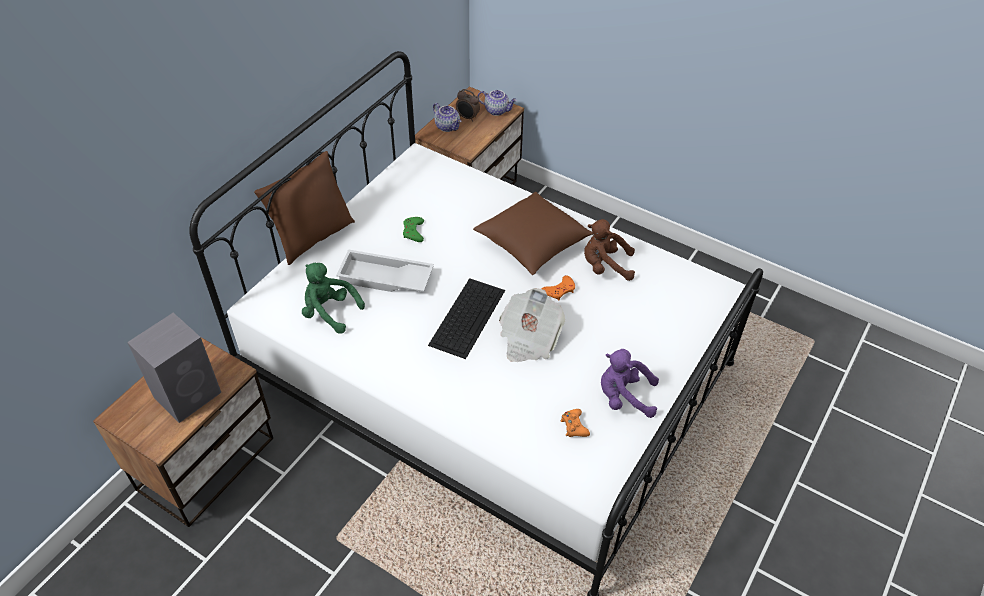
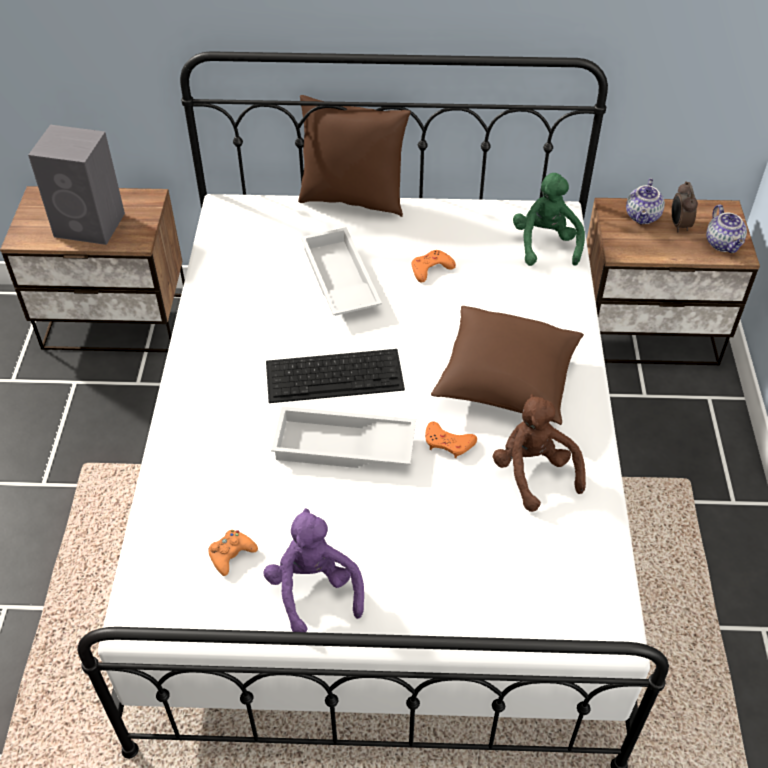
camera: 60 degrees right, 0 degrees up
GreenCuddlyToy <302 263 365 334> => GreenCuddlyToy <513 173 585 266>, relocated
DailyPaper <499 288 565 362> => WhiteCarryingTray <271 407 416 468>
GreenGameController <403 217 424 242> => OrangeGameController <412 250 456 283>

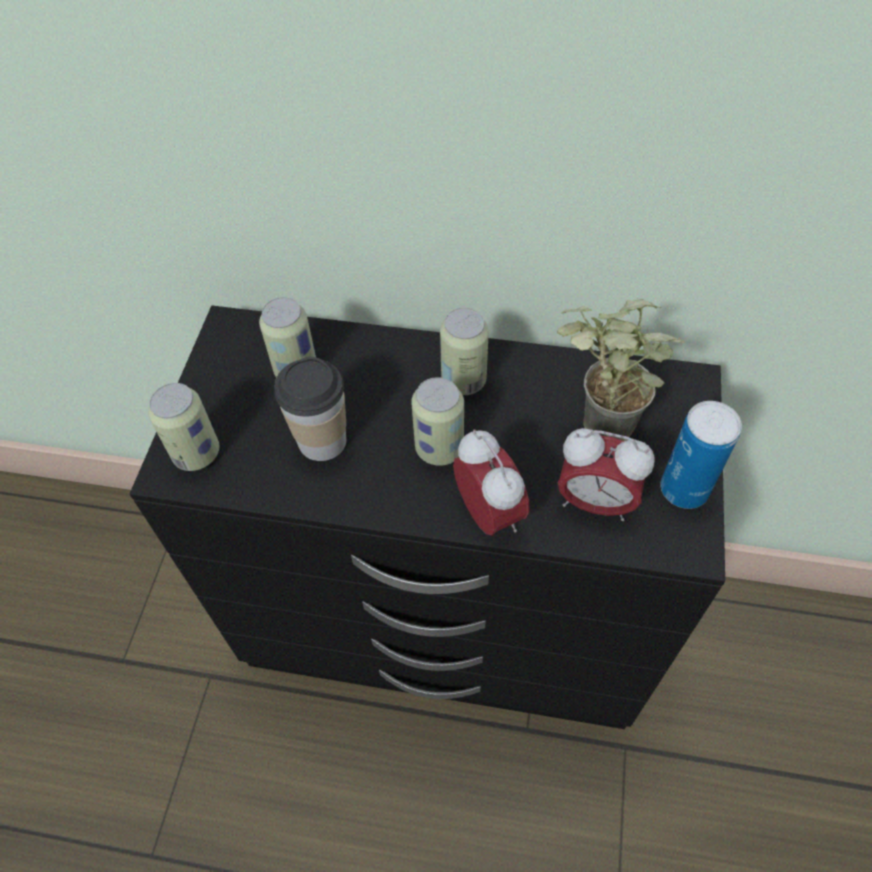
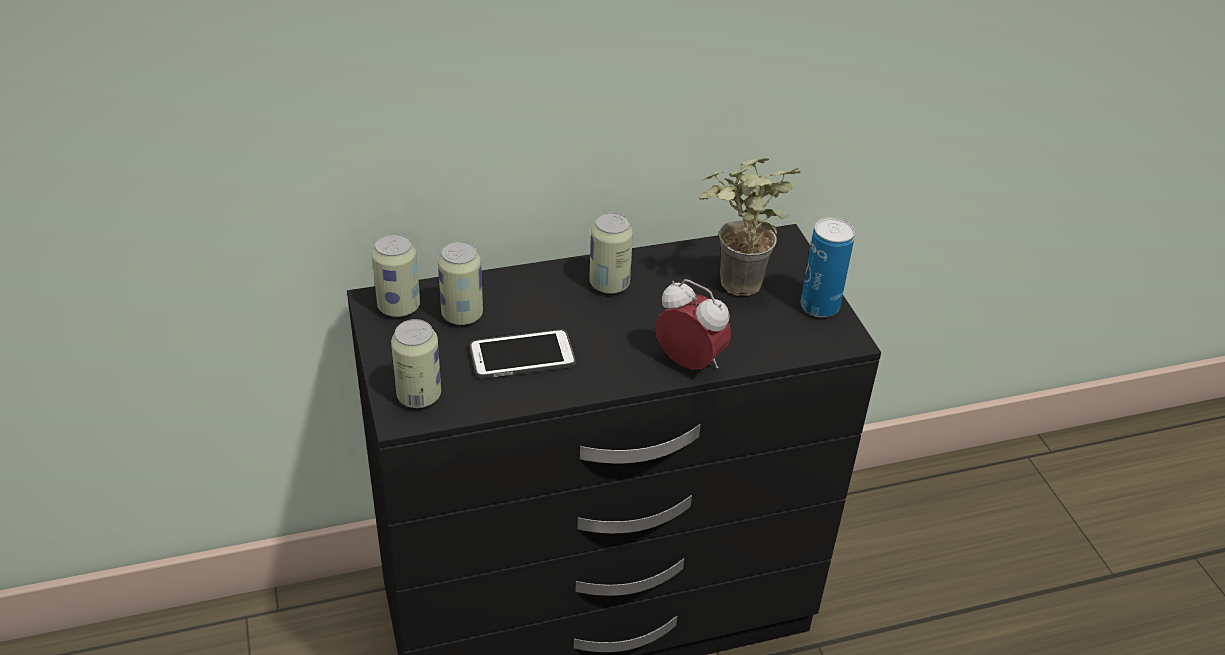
camera: 30 degrees left, 15 degrees down
BedsideClock <558 428 654 521> => nothing
Can <411 377 464 466> => Can <372 234 420 317>, relocated
DrinkingCup <274 357 346 461> => Handset <470 329 576 379>

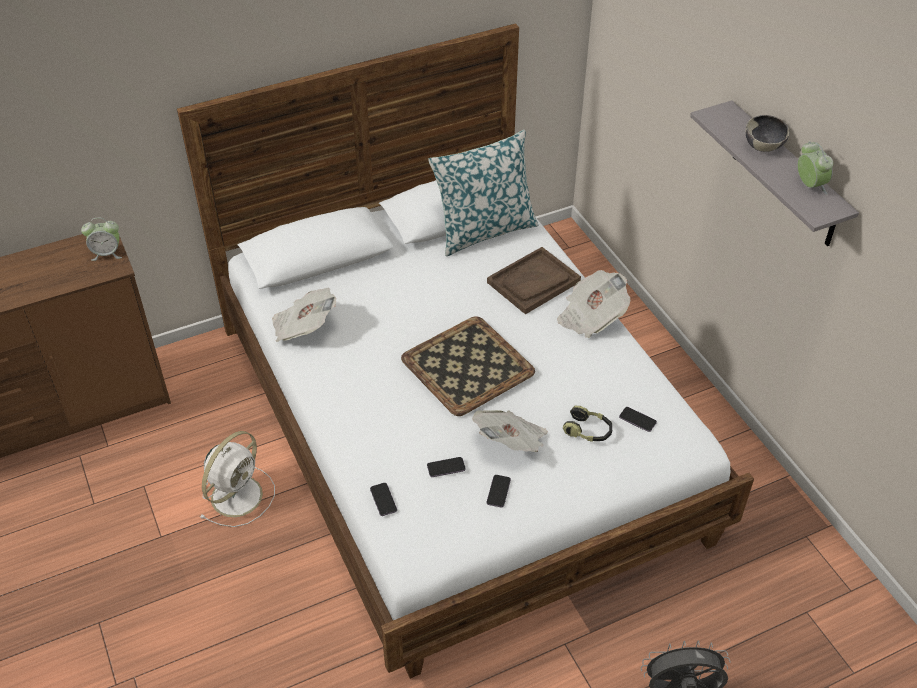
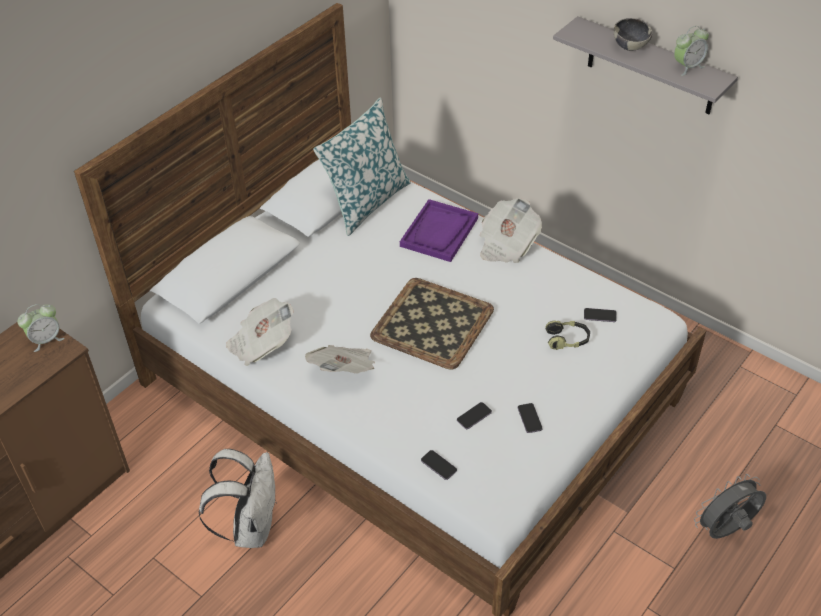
camera: 25 degrees left, 0 degrees up
DailyPaper <472 410 548 452> => DailyPaper <305 345 375 373>, relocated
WhiteCoolingFan <200 431 275 527> => WhiteBackpack <199 449 277 548>
BrownishCarryingTray <487 247 581 314> => PurpleColouredCarryingTray <400 199 478 262>
BedsideClock <797 141 833 195> => BedsideClock <674 26 709 76>, 105 degrees clockwise

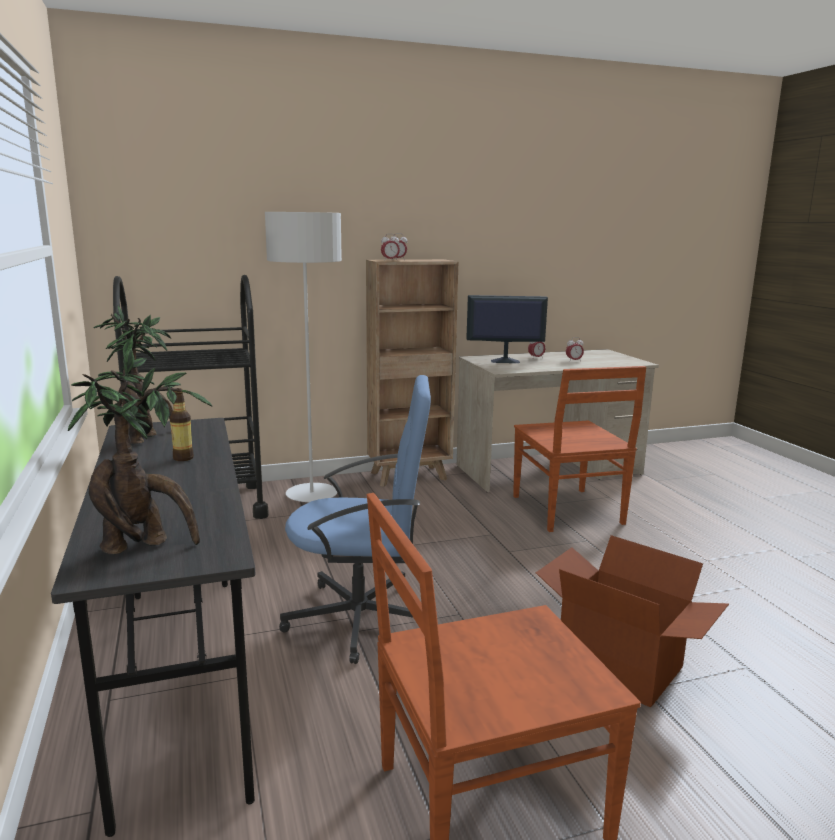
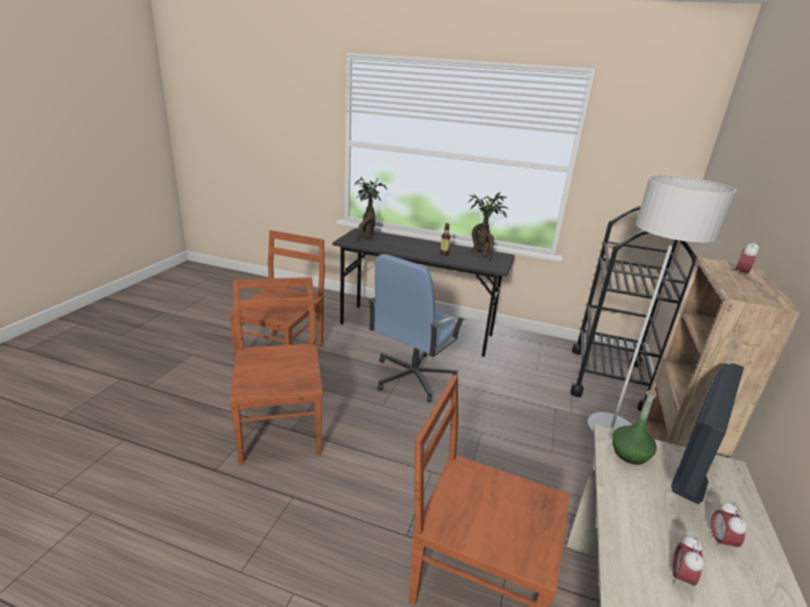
camera: 125 degrees right, 10 degrees up
BedsideClock <381 234 400 261> => nothing
nothing => GreenDrinkBottle <612 389 657 465>
Carton <536 535 729 708> => BrownishChair <229 277 323 464>

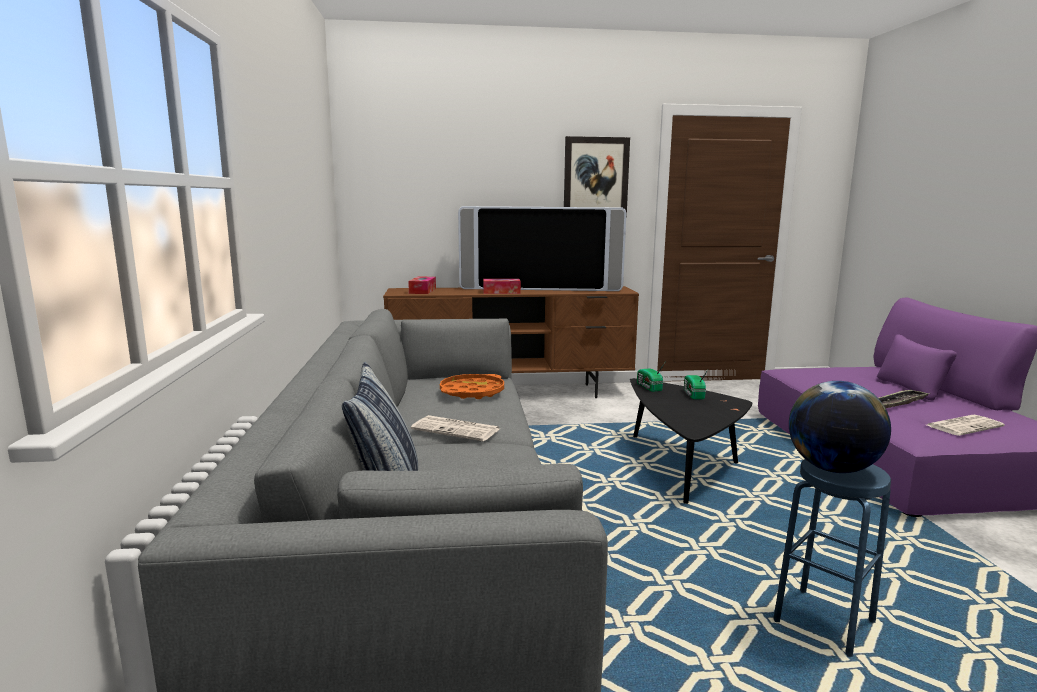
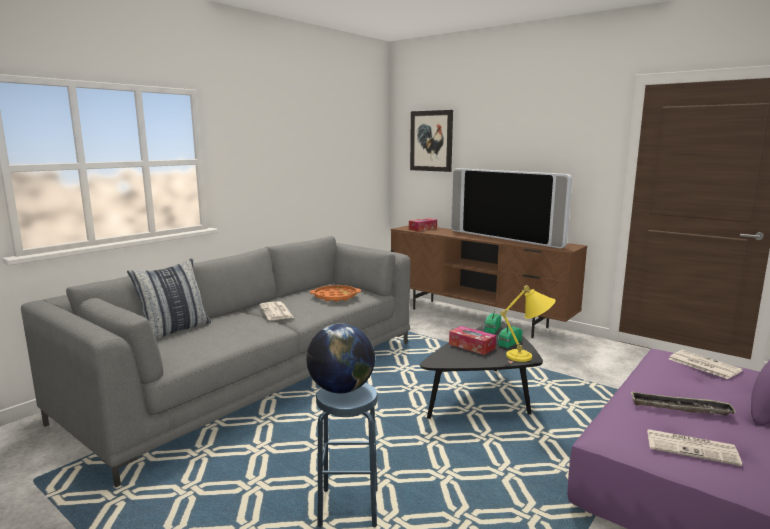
camera: 45 degrees right, 0 degrees up
nothing => YellowColouredTabletopLamp <501 285 555 362>
nothing => DailyPaper <669 350 743 379>
TissueBox <483 279 521 294> => TissueBox <449 326 496 355>, relocated
WallArt <564 136 630 218> => WallArt <410 110 453 172>, relocated

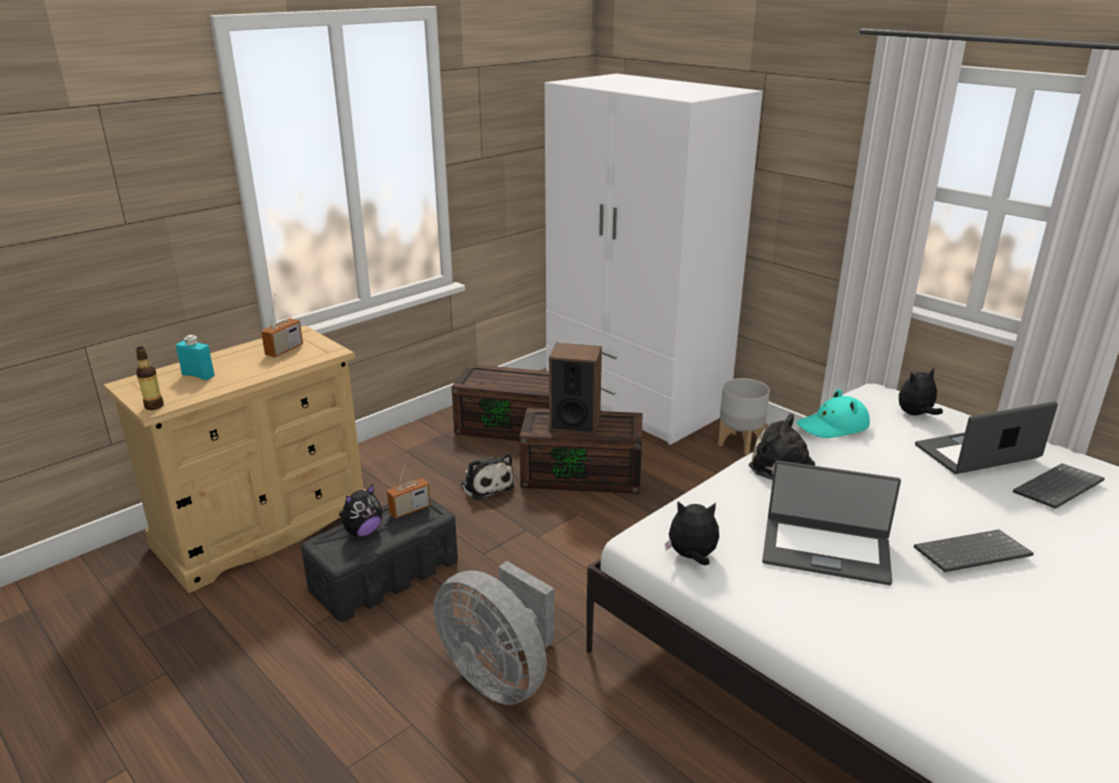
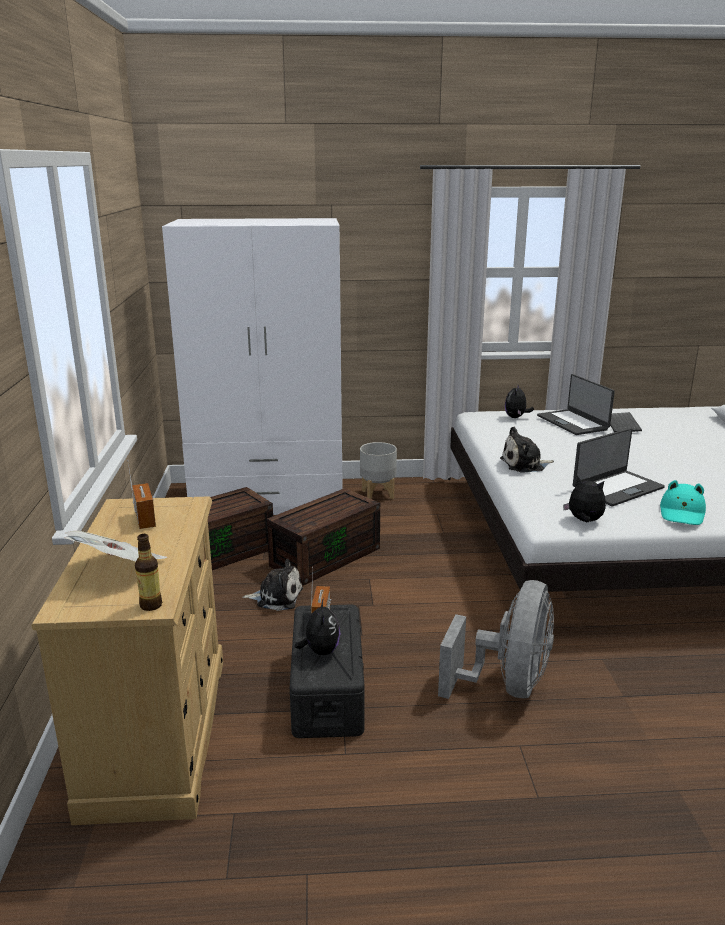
camera: 50 degrees left, 5 degrees down
Loudspeaker <549 343 602 435> => nothing
ComputerKeyboard <914 530 1034 572> => nothing
BlueGreenClothingHat <797 389 870 438> => BlueGreenClothingHat <660 480 706 525>, relocated
BlueGreenDrinkBottle <176 335 215 380> => DailyPaper <64 531 167 562>
GreyCoolingFan <434 561 554 705> => GreyCoolingFan <438 580 554 699>, 60 degrees counterclockwise
CuddlyToy <665 501 719 565> => CuddlyToy <563 476 606 522>, 75 degrees clockwise
NotebookComputer <915 402 1058 474> => NotebookComputer <537 374 615 435>, 45 degrees counterclockwise

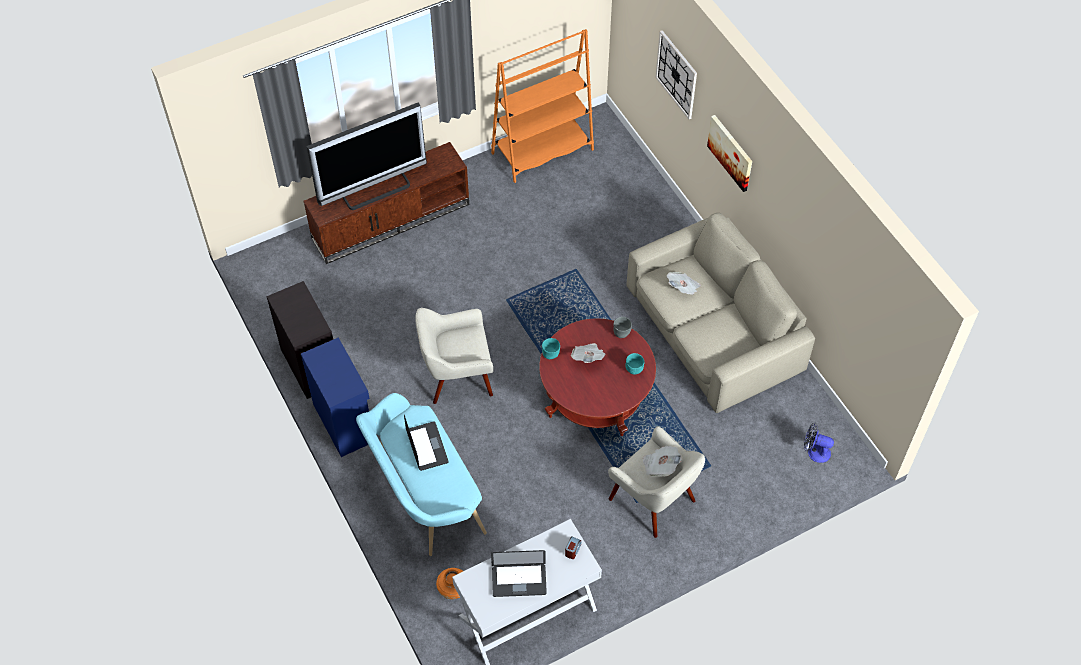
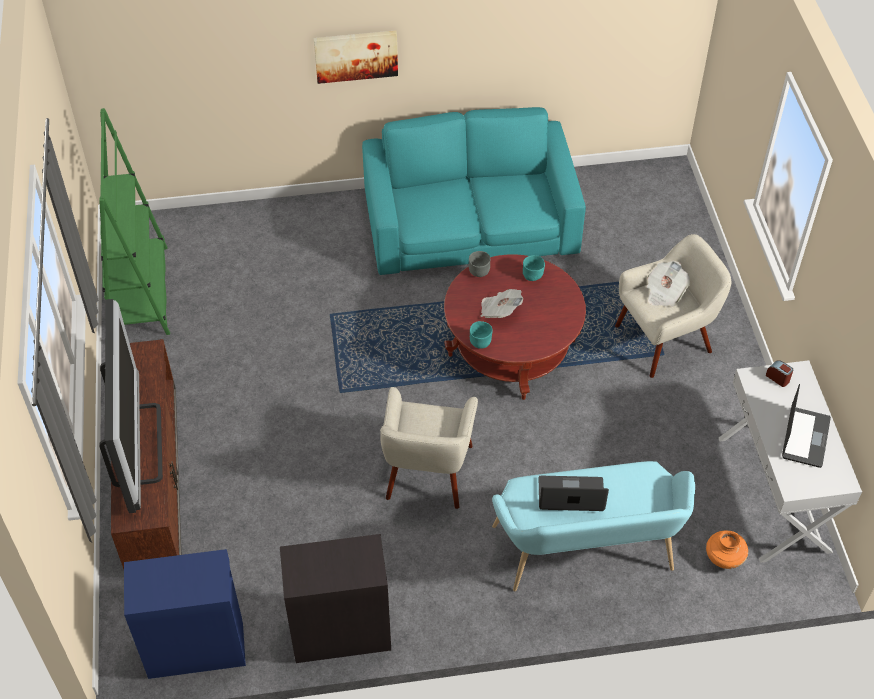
camera: 70 degrees left, 5 degrees down
WallClock <655 30 697 119> => nothing
DailyPaper <667 272 701 295> => nothing
CoolingFan <804 423 834 463> => nothing
BlueCupboard <301 337 377 457> => BlueCupboard <124 549 246 679>, relocated
OrangeBookcase <491 29 594 183> => GreenBookcase <99 108 170 335>
BeigeSofa <626 213 815 413> => BlueGreenSofa <362 107 586 275>

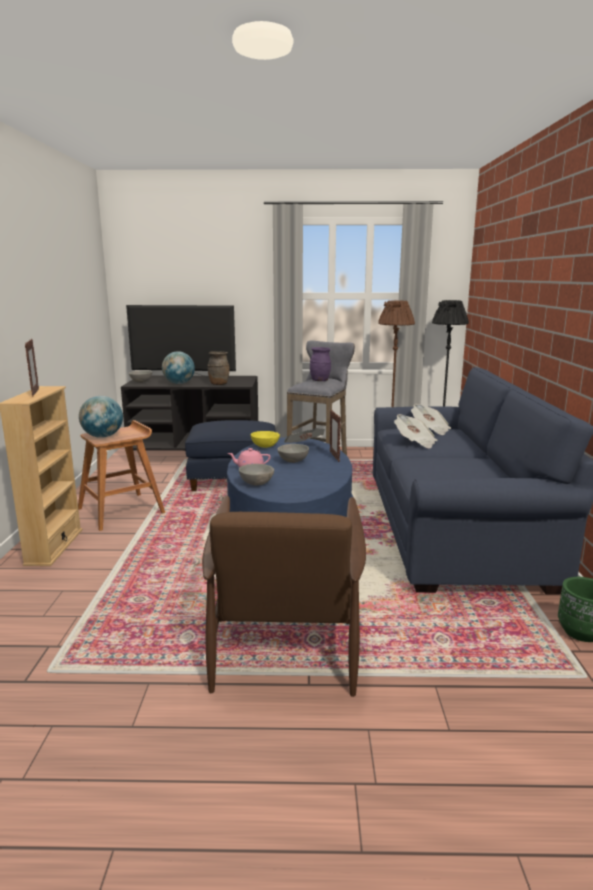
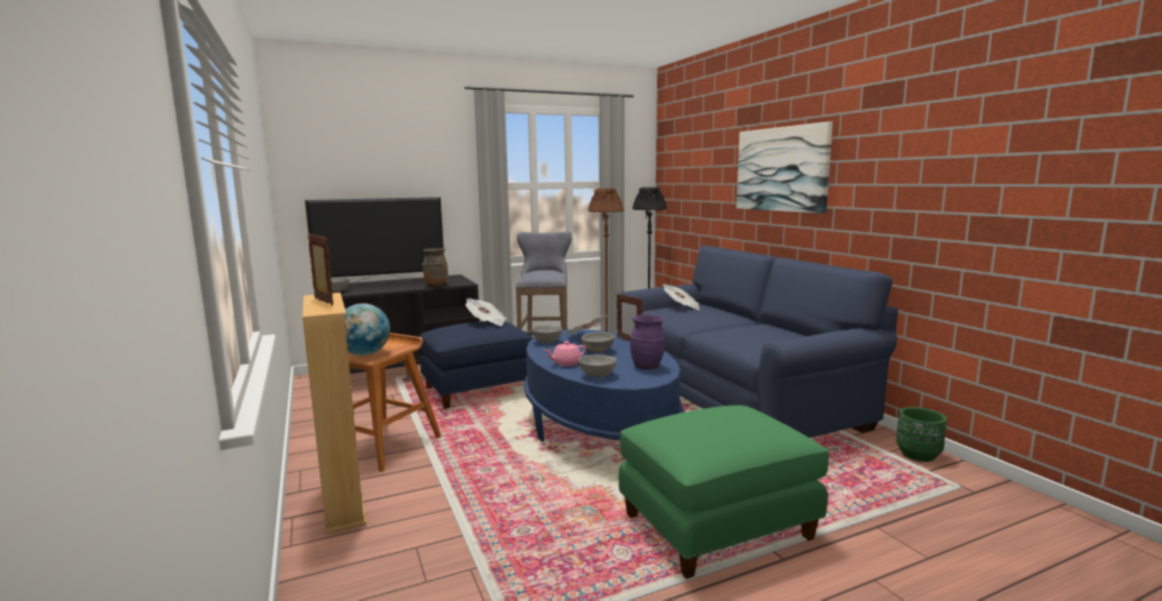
camera: 25 degrees left, 5 degrees down
WorldGlobe <162 351 195 384> => nothing
nothing => WallArt <736 122 833 214>
PurpleColouredFlowerVase <310 347 331 381> => PurpleColouredFlowerVase <630 314 665 370>, relocated
DailyPaper <394 414 437 449> => DailyPaper <465 298 506 326>, relocated
BrownishArmchair <202 496 366 697> => GreenFootrest <619 405 829 579>
YellowColouredServingBowl <251 431 280 448> => GreyServingBowl <531 325 563 343>

